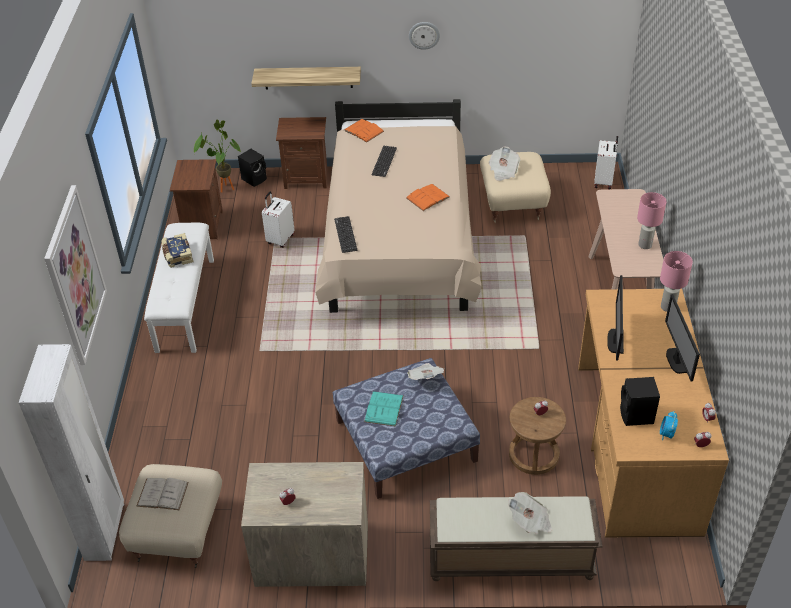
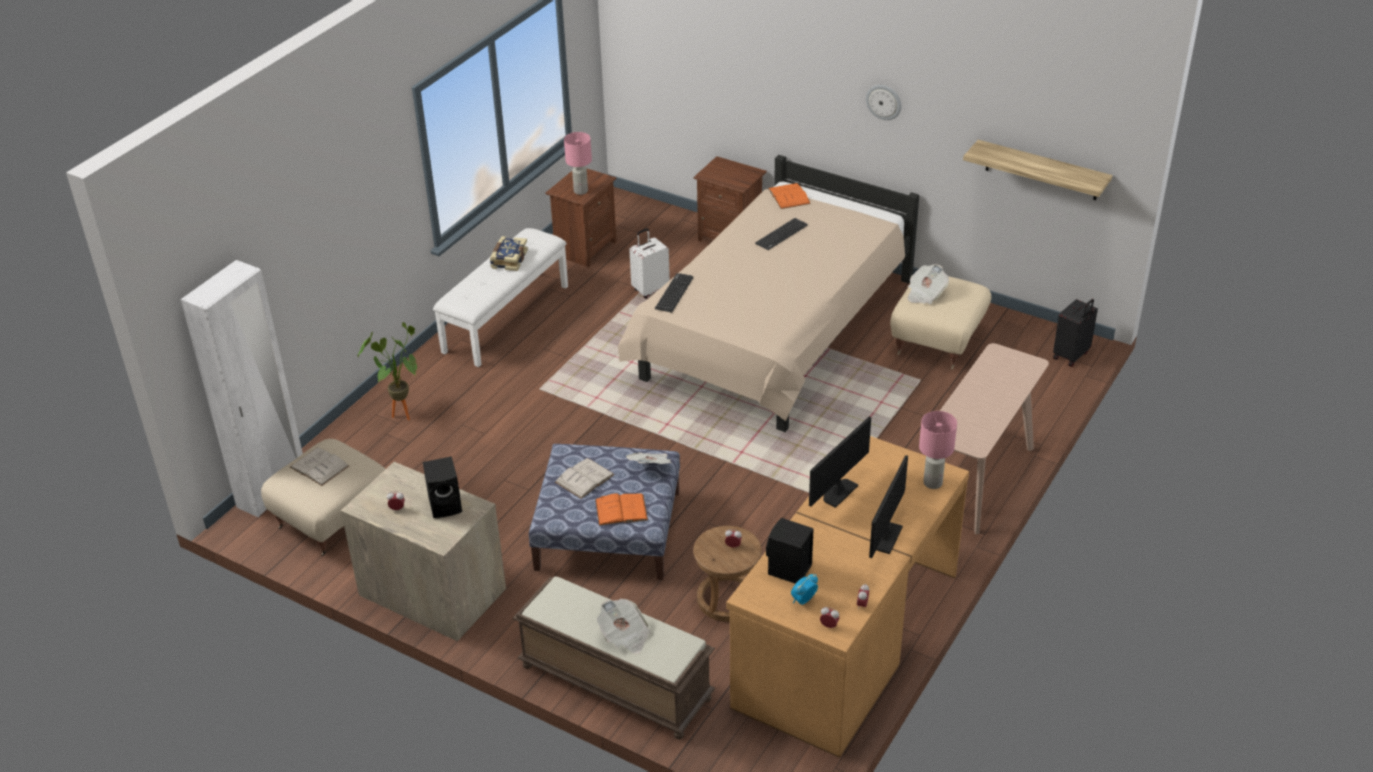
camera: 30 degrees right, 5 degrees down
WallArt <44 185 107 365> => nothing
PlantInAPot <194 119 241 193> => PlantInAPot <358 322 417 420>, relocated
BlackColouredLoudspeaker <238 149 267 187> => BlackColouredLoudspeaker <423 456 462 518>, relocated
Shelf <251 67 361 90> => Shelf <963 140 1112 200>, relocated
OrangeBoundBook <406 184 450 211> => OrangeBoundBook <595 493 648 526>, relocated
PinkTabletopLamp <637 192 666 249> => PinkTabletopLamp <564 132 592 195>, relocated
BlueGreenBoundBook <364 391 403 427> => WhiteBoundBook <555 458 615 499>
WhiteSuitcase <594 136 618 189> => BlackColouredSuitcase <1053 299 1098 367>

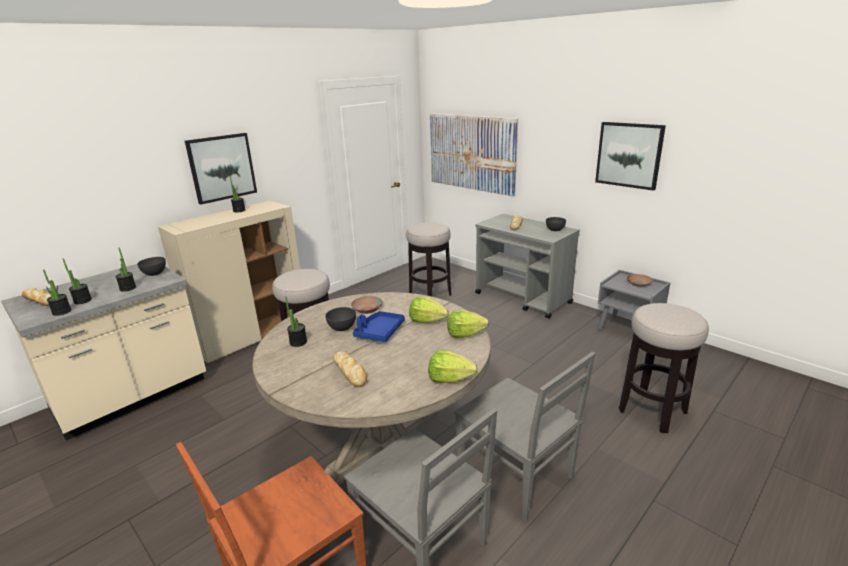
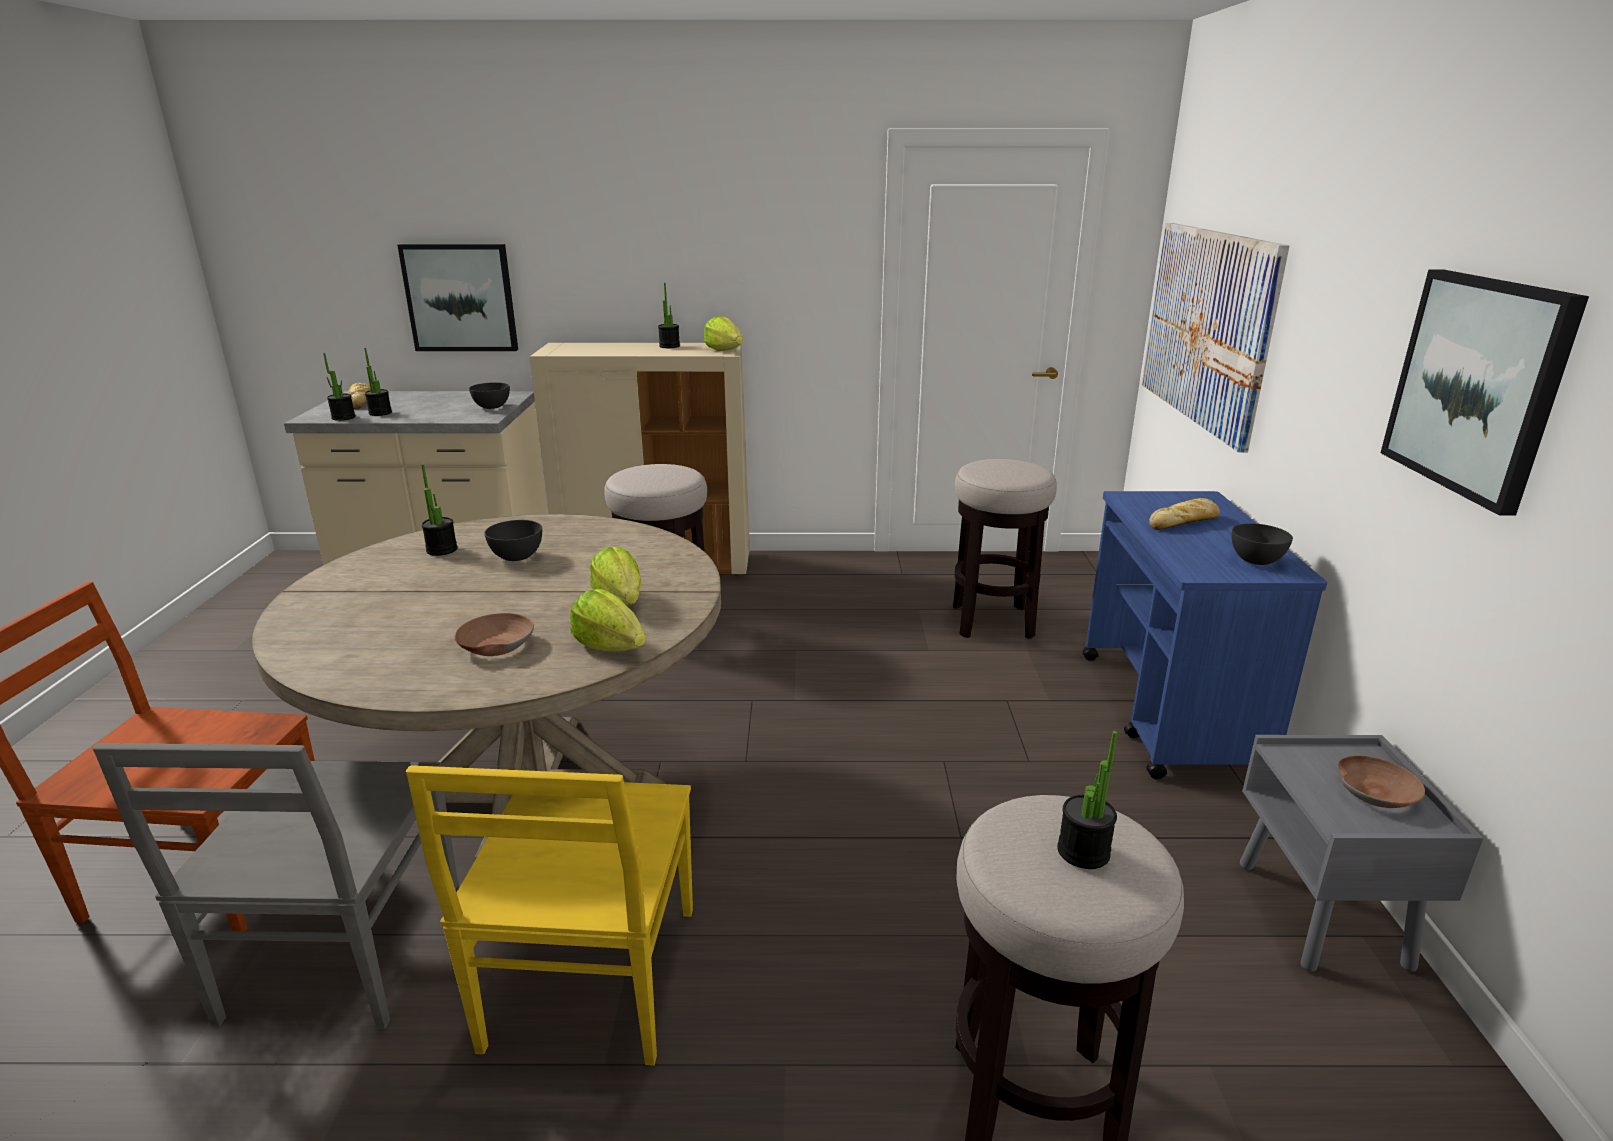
camera: 45 degrees right, 0 degrees up
BakedBread <333 351 367 387> => nothing
BlueCarryingTray <353 311 405 342> => nothing
PlantInAPot <116 248 136 292> => PlantInAPot <1057 731 1117 869>, relocated
WallArt <185 133 257 205> => WallArt <397 244 518 351>, relocated
BrownishServingBowl <351 296 383 314> => BrownishServingBowl <454 613 534 656>, relocated
Lettuce <428 351 478 383> => Lettuce <704 316 743 351>, relocated
GreyChair <454 352 595 521> => YellowColouredChair <406 765 693 1066>
GreyWheeledCart <475 214 580 319> => BlueWheeledCart <1082 491 1327 779>

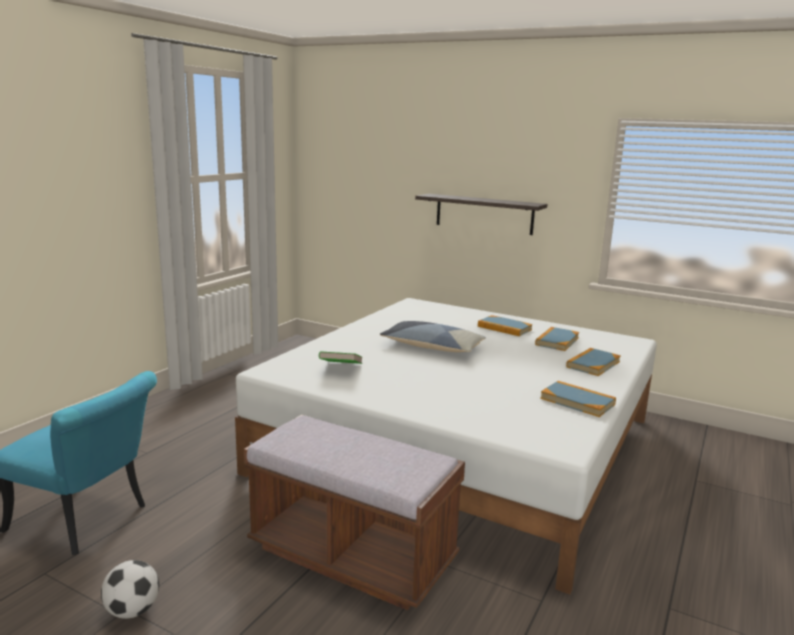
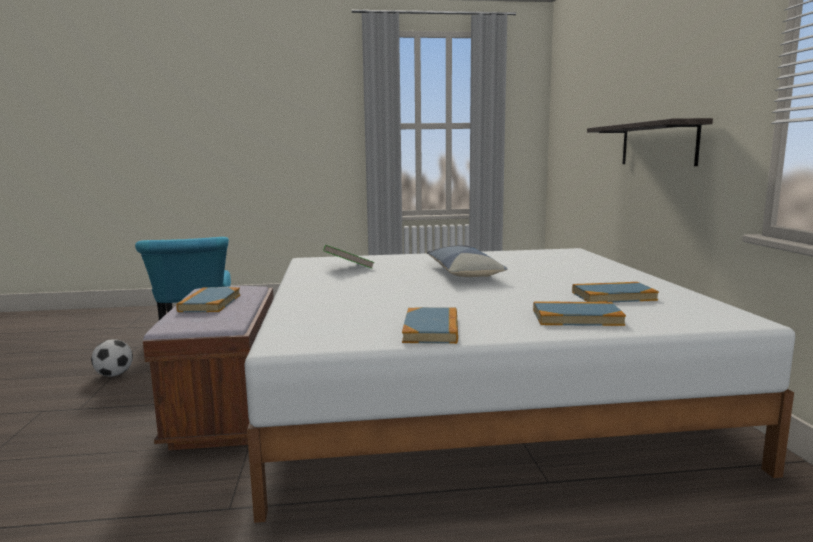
camera: 55 degrees right, 5 degrees down
BoundBook <478 315 533 336> => BoundBook <176 287 240 312>, relocated

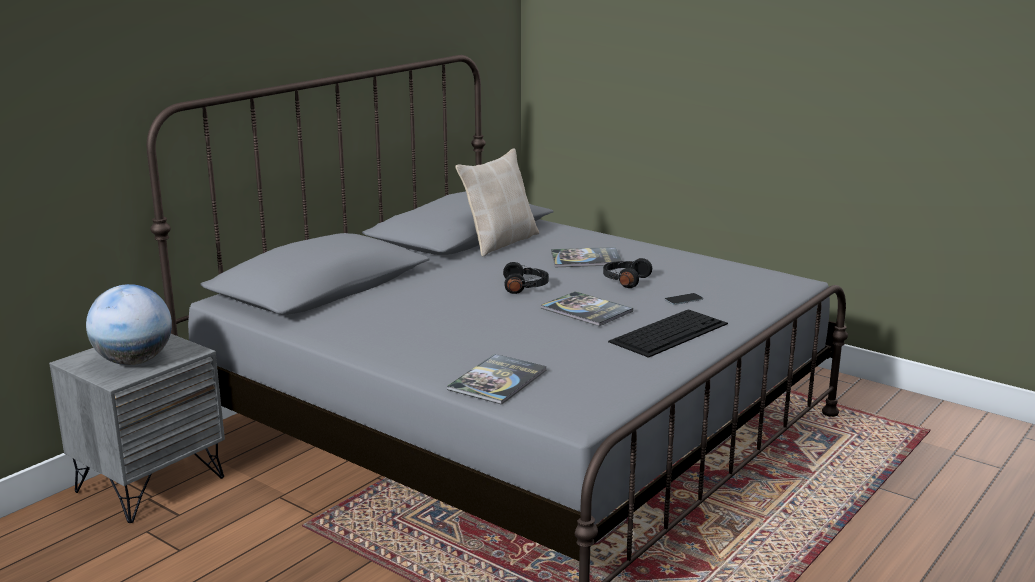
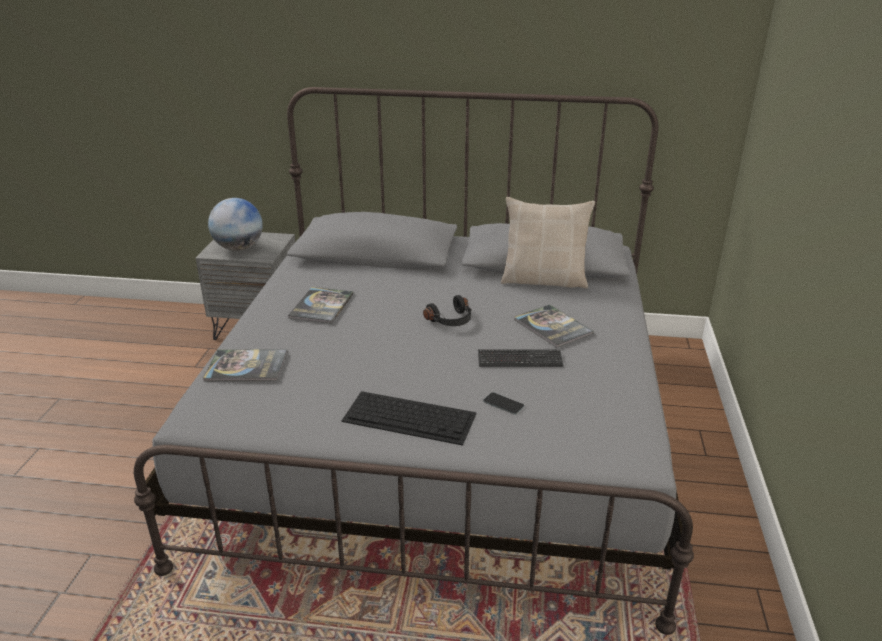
camera: 60 degrees right, 10 degrees up
BoundBook <541 291 633 326> => BoundBook <288 287 353 323>, relocated
BlackColouredHeadphones <603 258 652 288> => ComputerKeyboard <478 349 563 367>

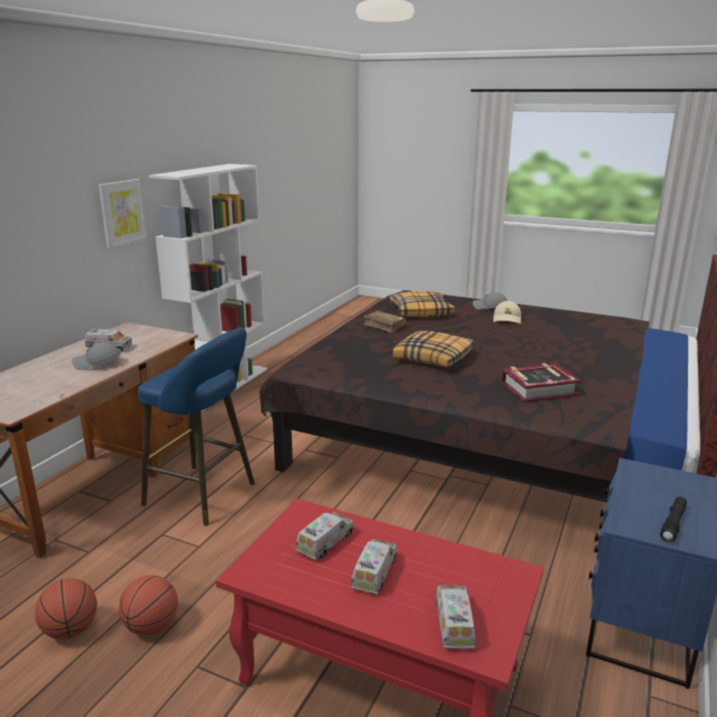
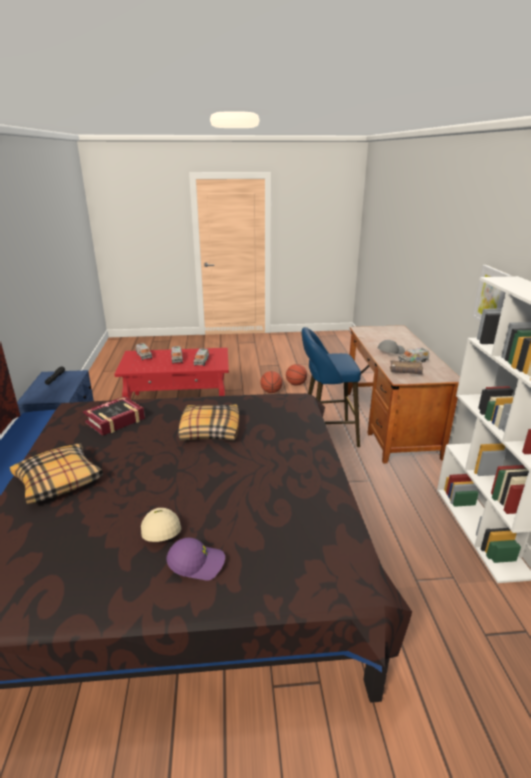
camera: 150 degrees right, 5 degrees up
BrownishBoundBook <363 311 406 333> => BrownishBoundBook <390 360 423 374>, relocated
ThrowPillow <390 291 455 317> => ThrowPillow <10 443 103 504>, relocated
GreyPeakedCap <473 292 507 310> => PurpleColouredPeakedCap <166 538 225 581>

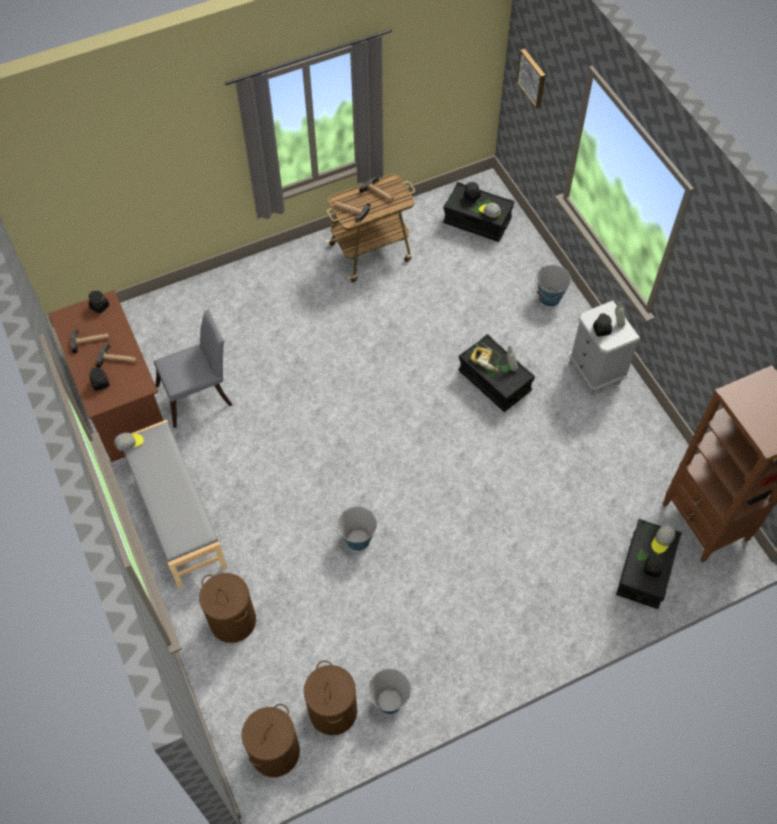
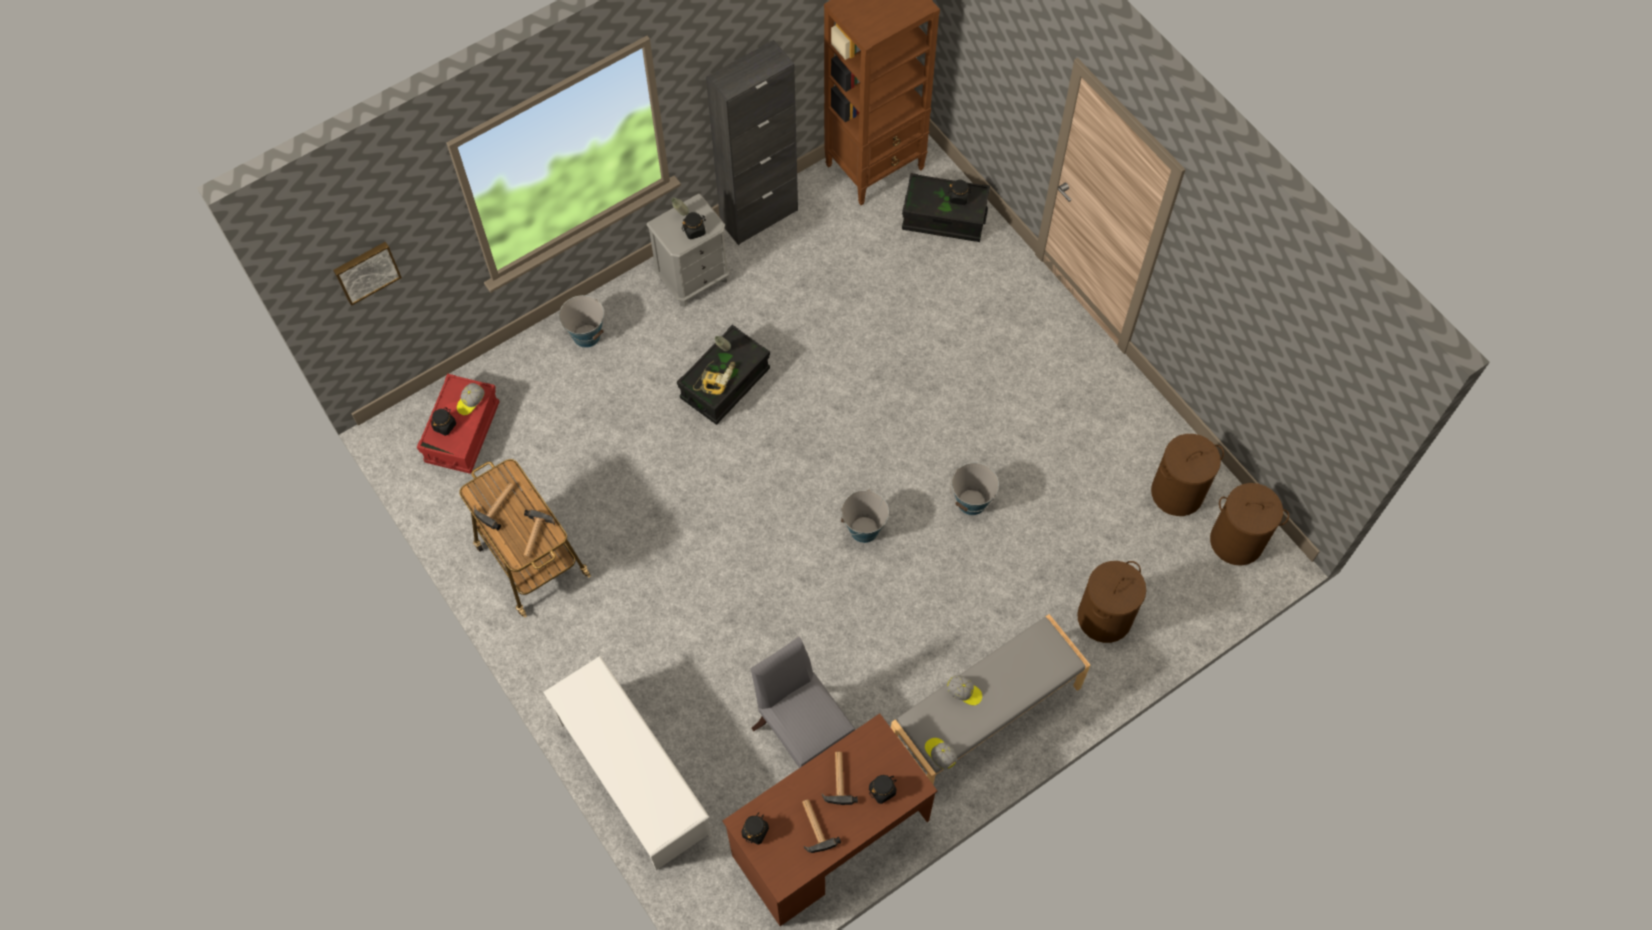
camera: 100 degrees left, 5 degrees up
nothing => WhiteShoeShelf <543 656 712 870>
nothing => BlackColouredCupboard <706 40 798 245>
WaterBucket <368 669 412 714> => WaterBucket <841 490 889 543>, relocated
PeakedCap <651 525 676 553> => PeakedCap <947 675 982 705>, relocated
BlackColouredStorageBin <443 182 515 242> => RedColouredStorageBin <417 373 500 474>

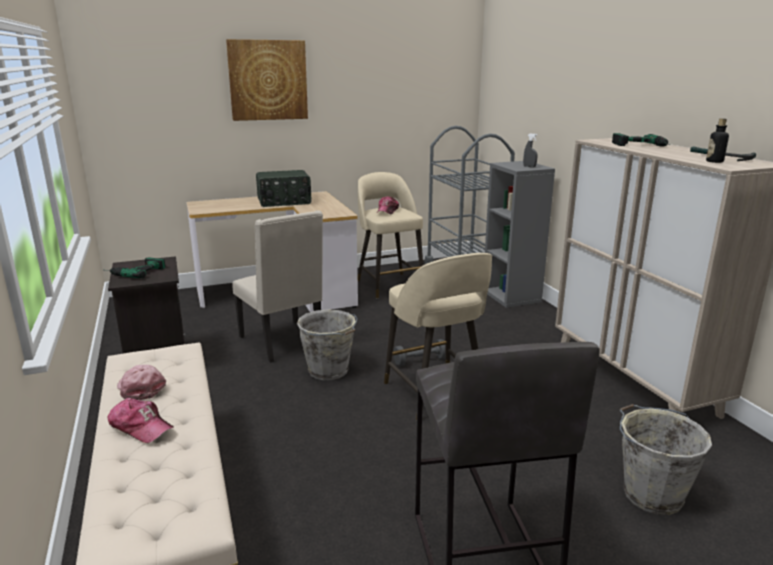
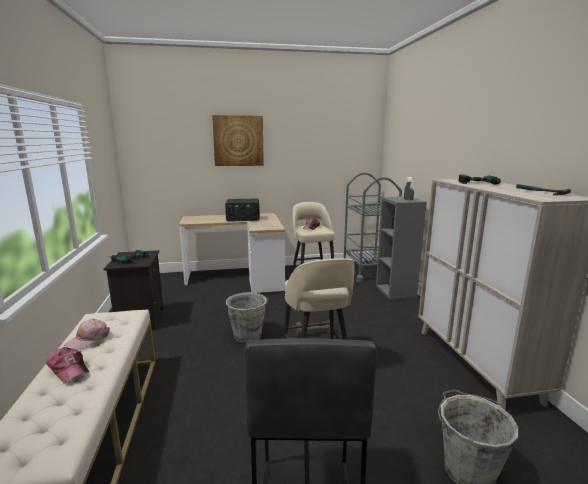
camera: 10 degrees right, 5 degrees down
BeigeChair <232 210 323 362> => nothing
DrinkBottle <706 119 729 163> => nothing
PinkPeakedCap <117 365 166 400> => PinkPeakedCap <64 319 110 350>, 120 degrees counterclockwise

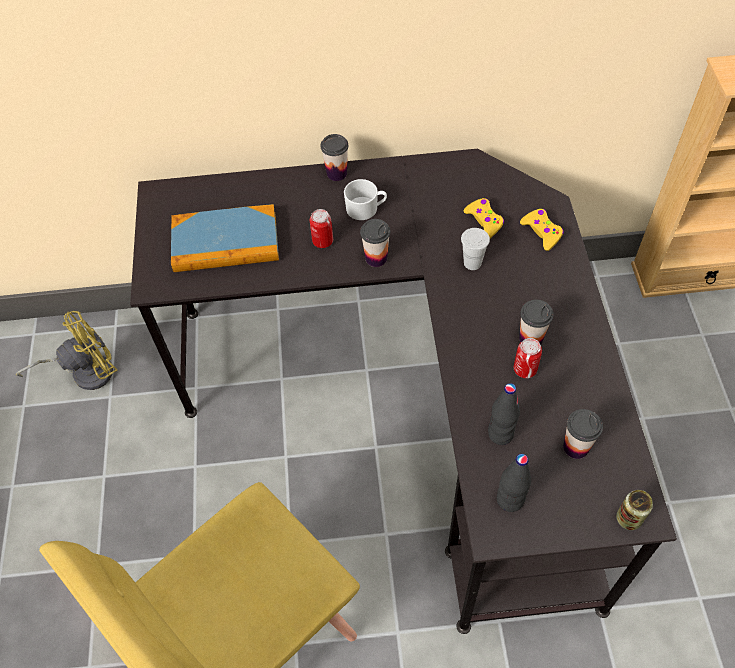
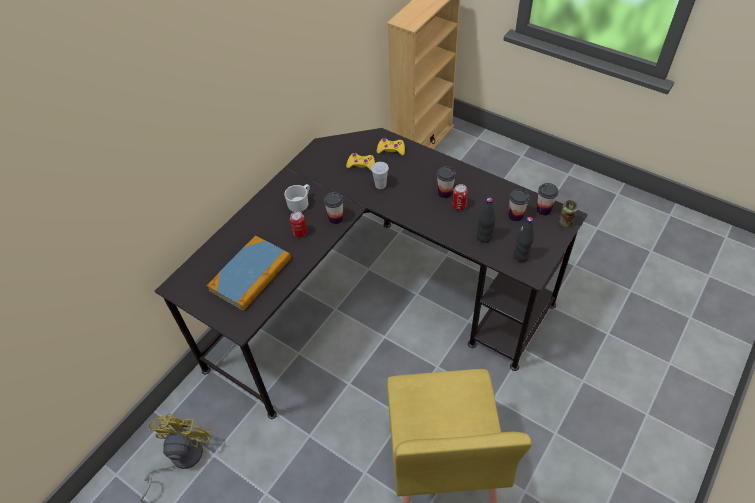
camera: 50 degrees left, 5 degrees down
DrinkingCup <321 134 348 181> => DrinkingCup <536 183 559 216>, relocated

